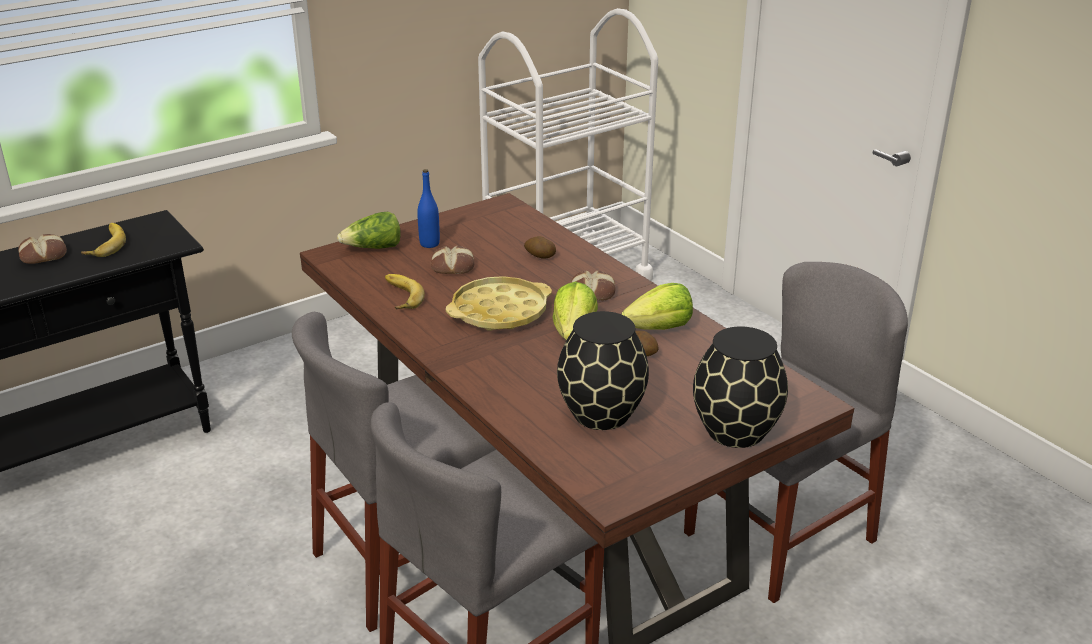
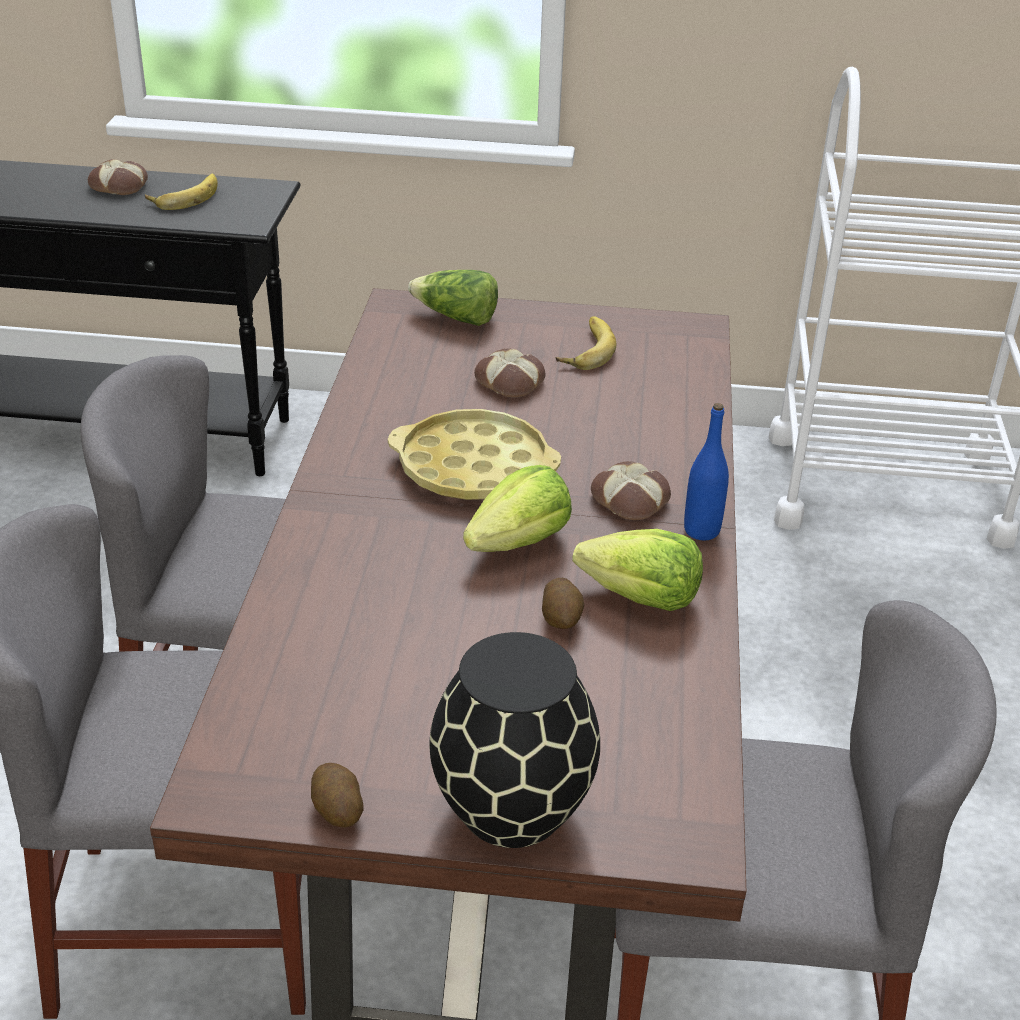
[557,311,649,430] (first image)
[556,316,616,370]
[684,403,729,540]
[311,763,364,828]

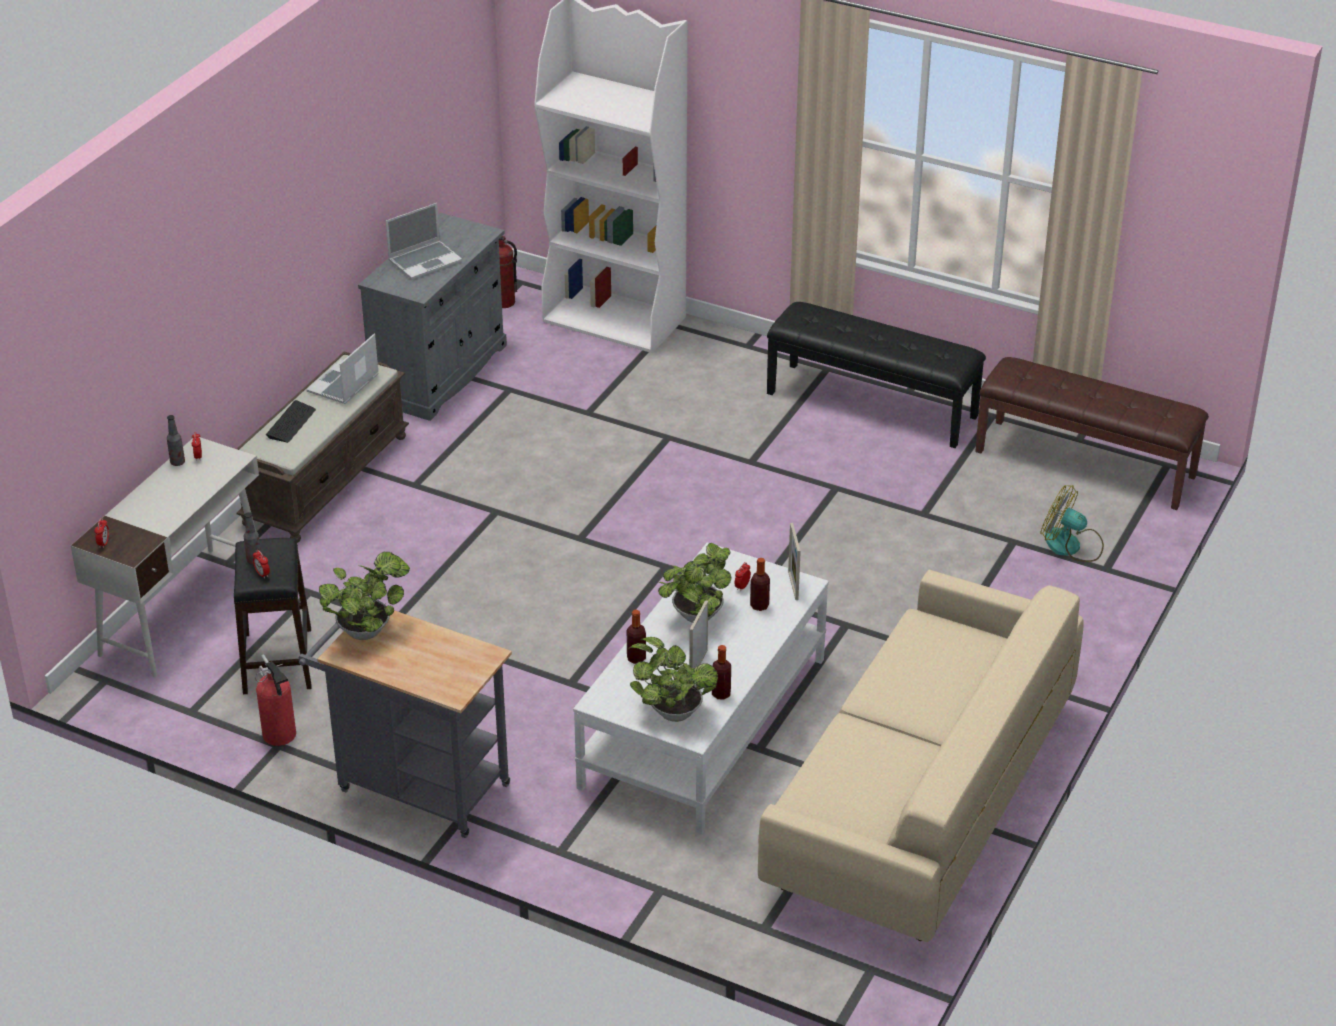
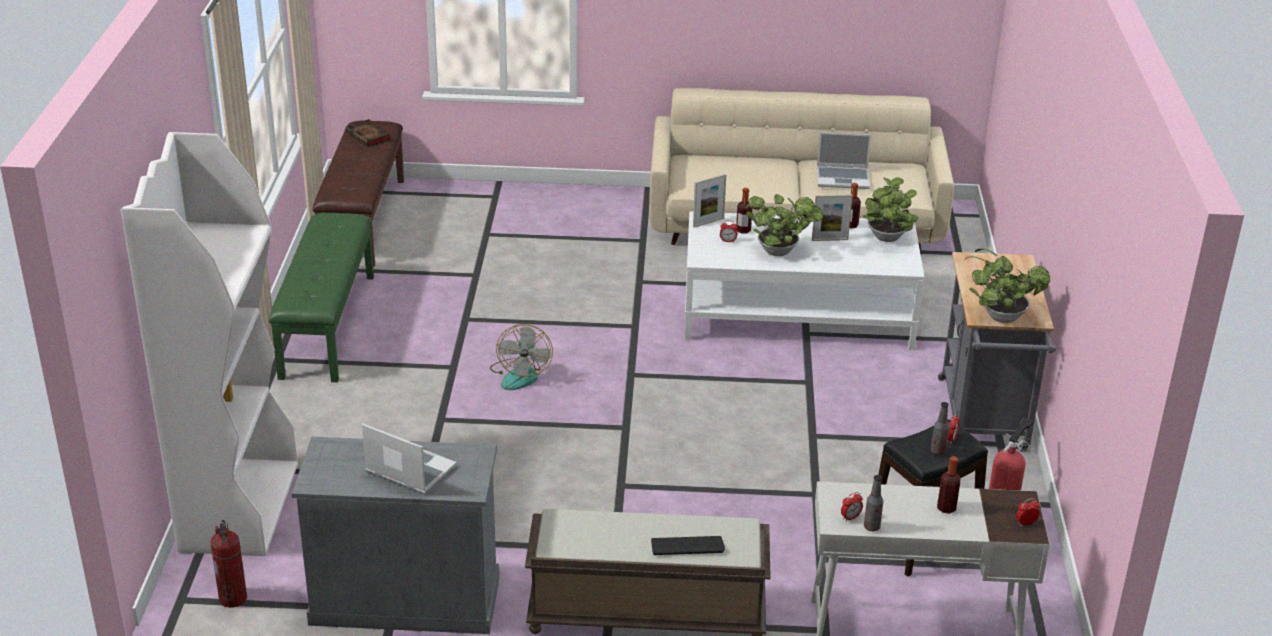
[346,119,391,147]
[817,132,871,189]
[937,456,960,514]
[490,324,553,390]
[269,213,374,382]

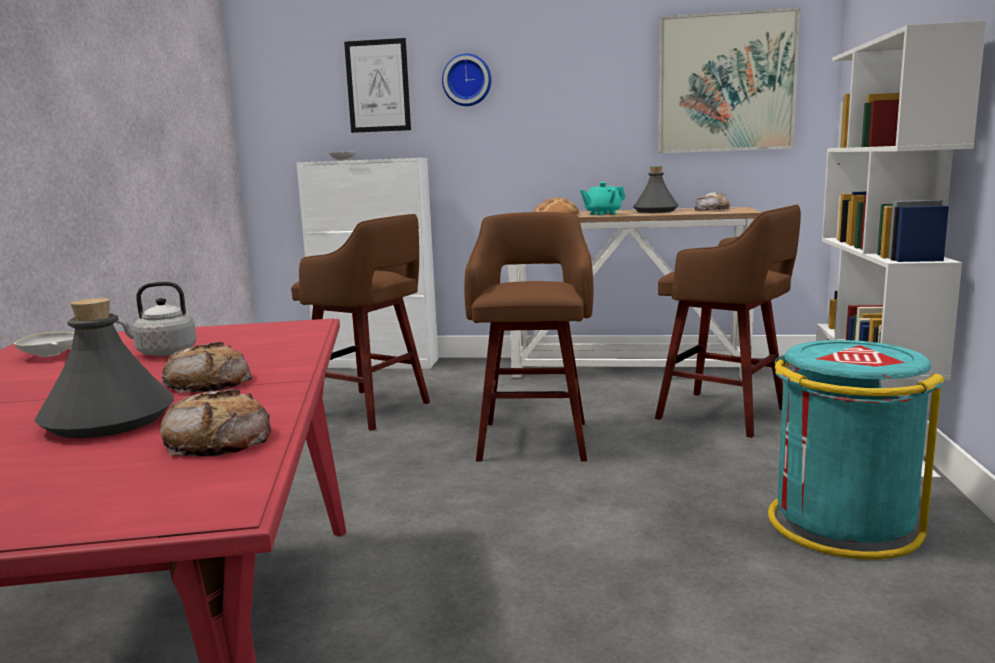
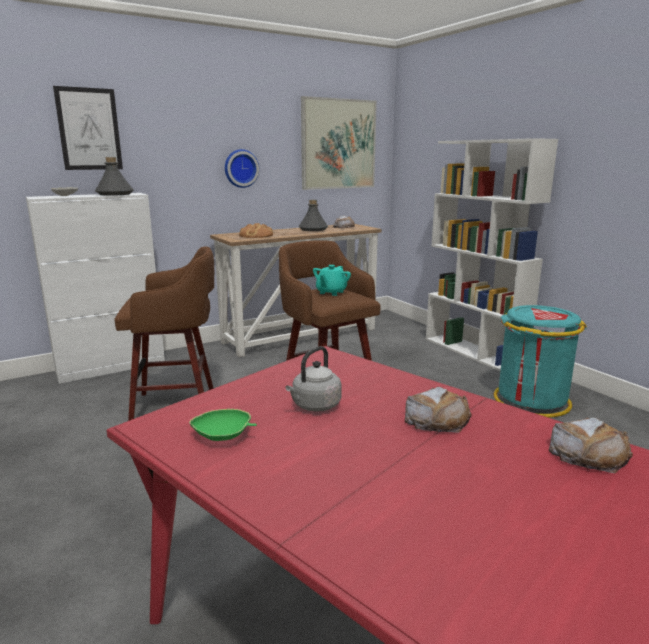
[655,205,801,438] (first image)
[95,157,134,196]
[225,149,259,188]
[313,265,351,296]
[189,409,257,441]

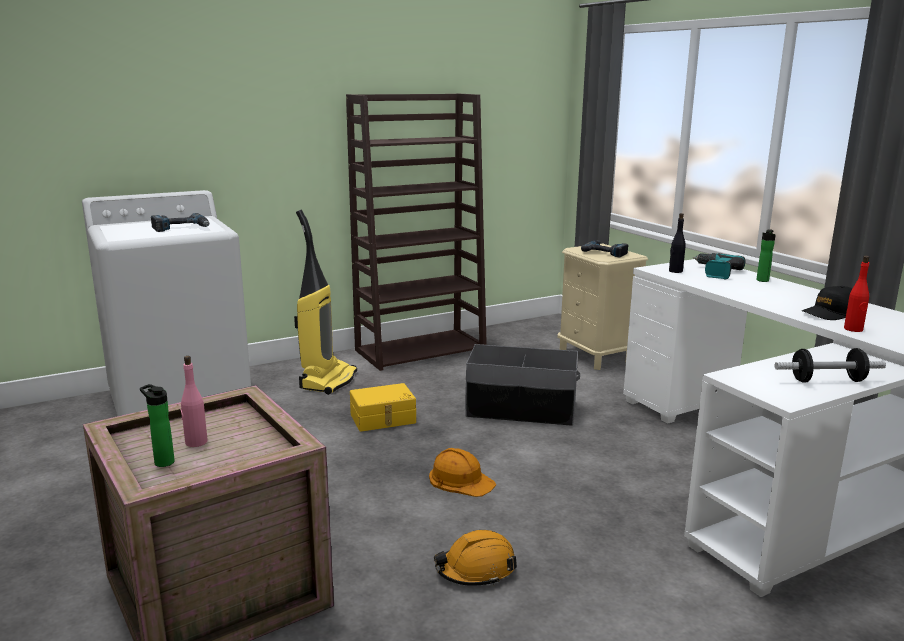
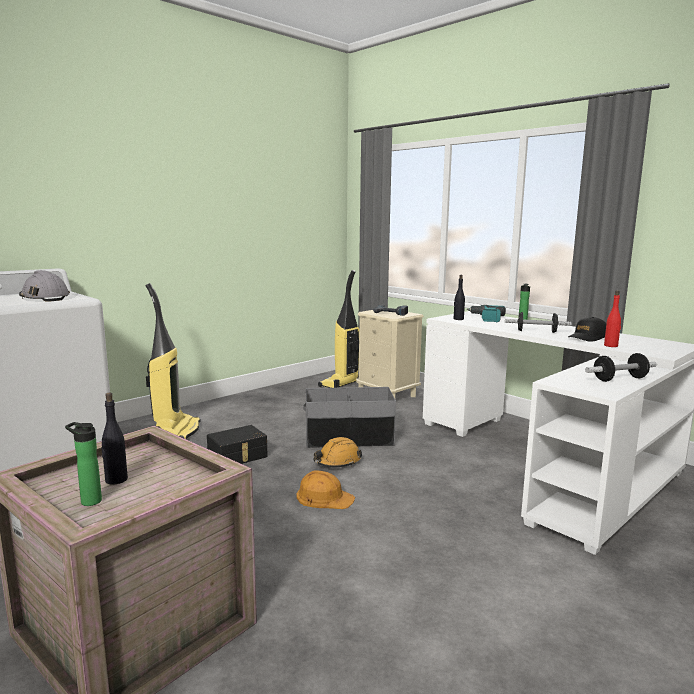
[346,94,487,371] (first image)
[318,270,359,388]
[505,312,571,333]
[313,437,362,467]
[19,270,70,302]
[101,393,128,484]
[207,425,268,464]

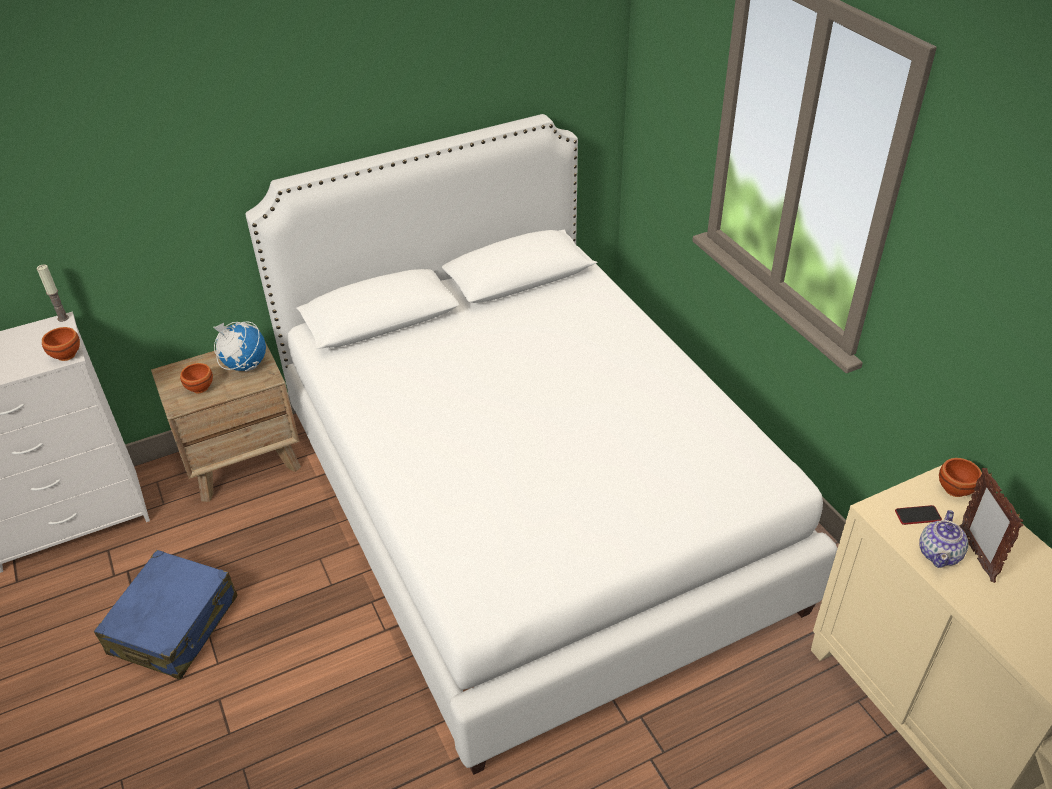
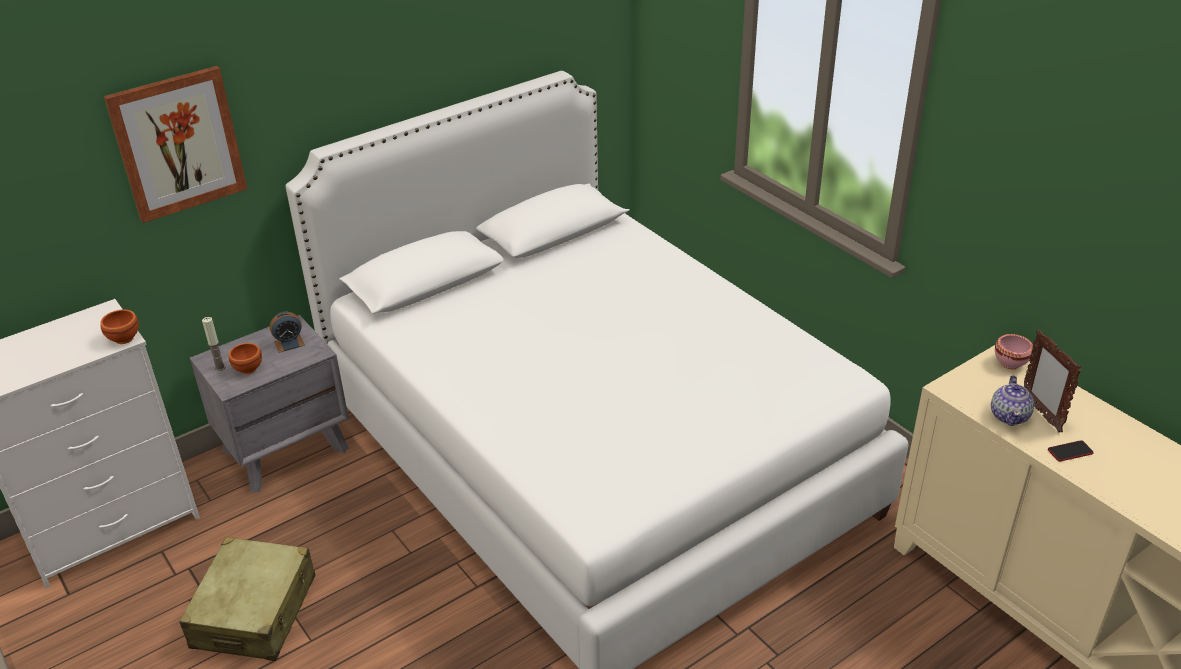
[104,66,247,223]
[202,317,225,371]
[1048,440,1094,461]
[270,311,305,353]
[179,537,315,661]
[190,315,349,493]
[995,334,1033,369]

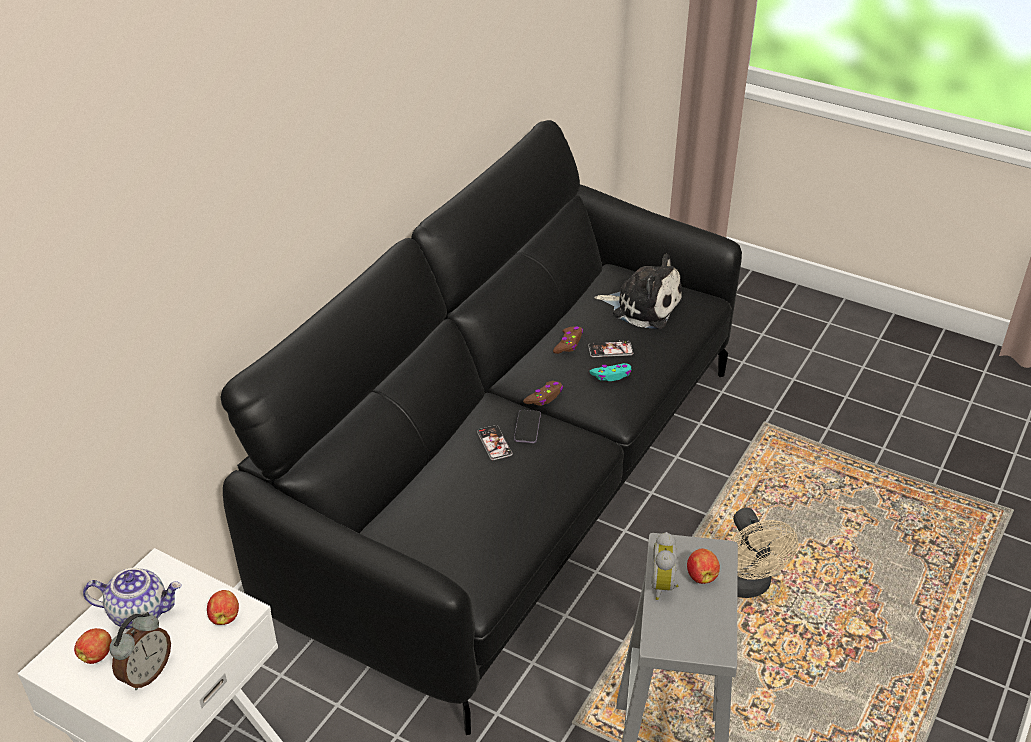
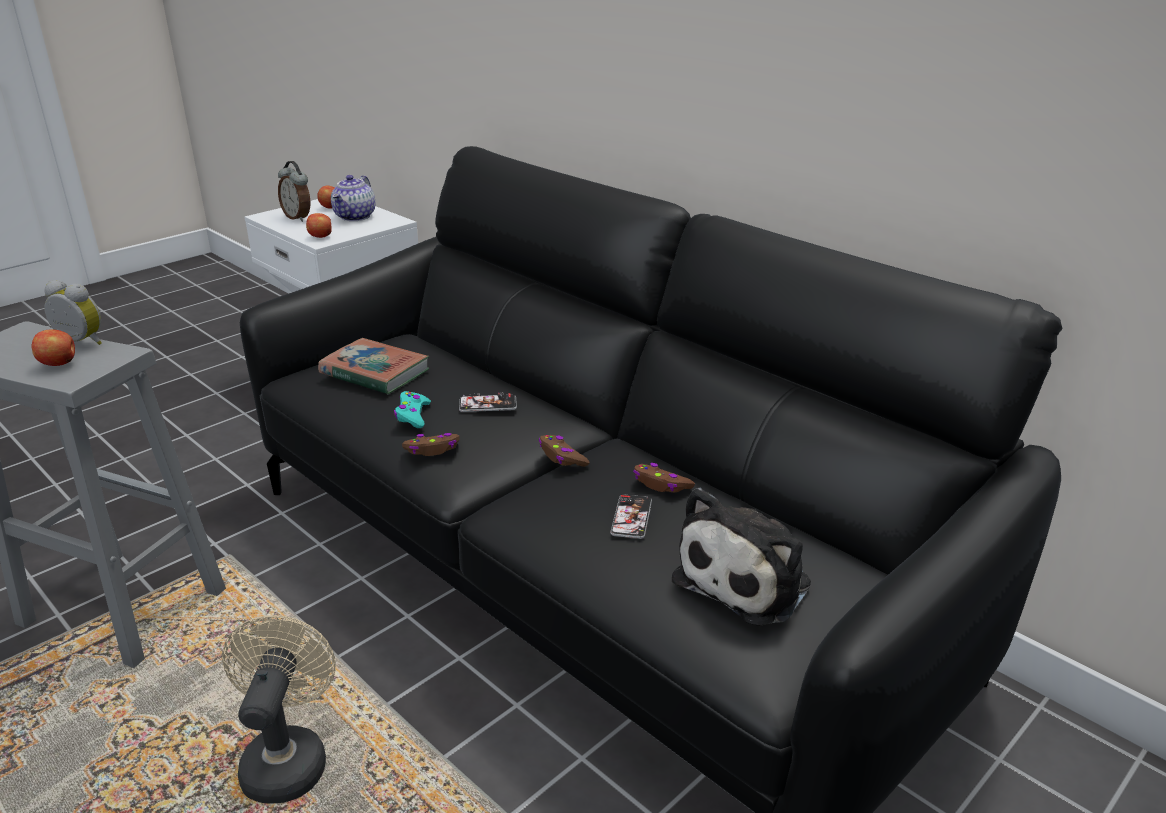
[514,410,541,443] (first image)
[318,338,429,395]
[402,433,460,456]
[394,391,431,428]
[222,615,336,804]

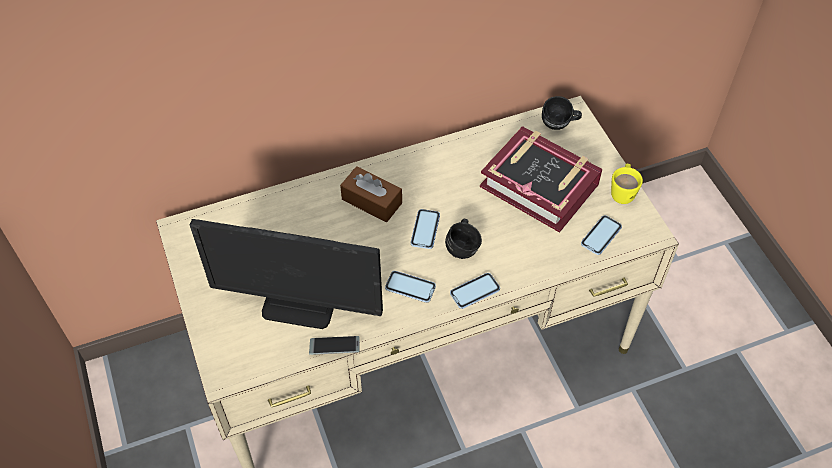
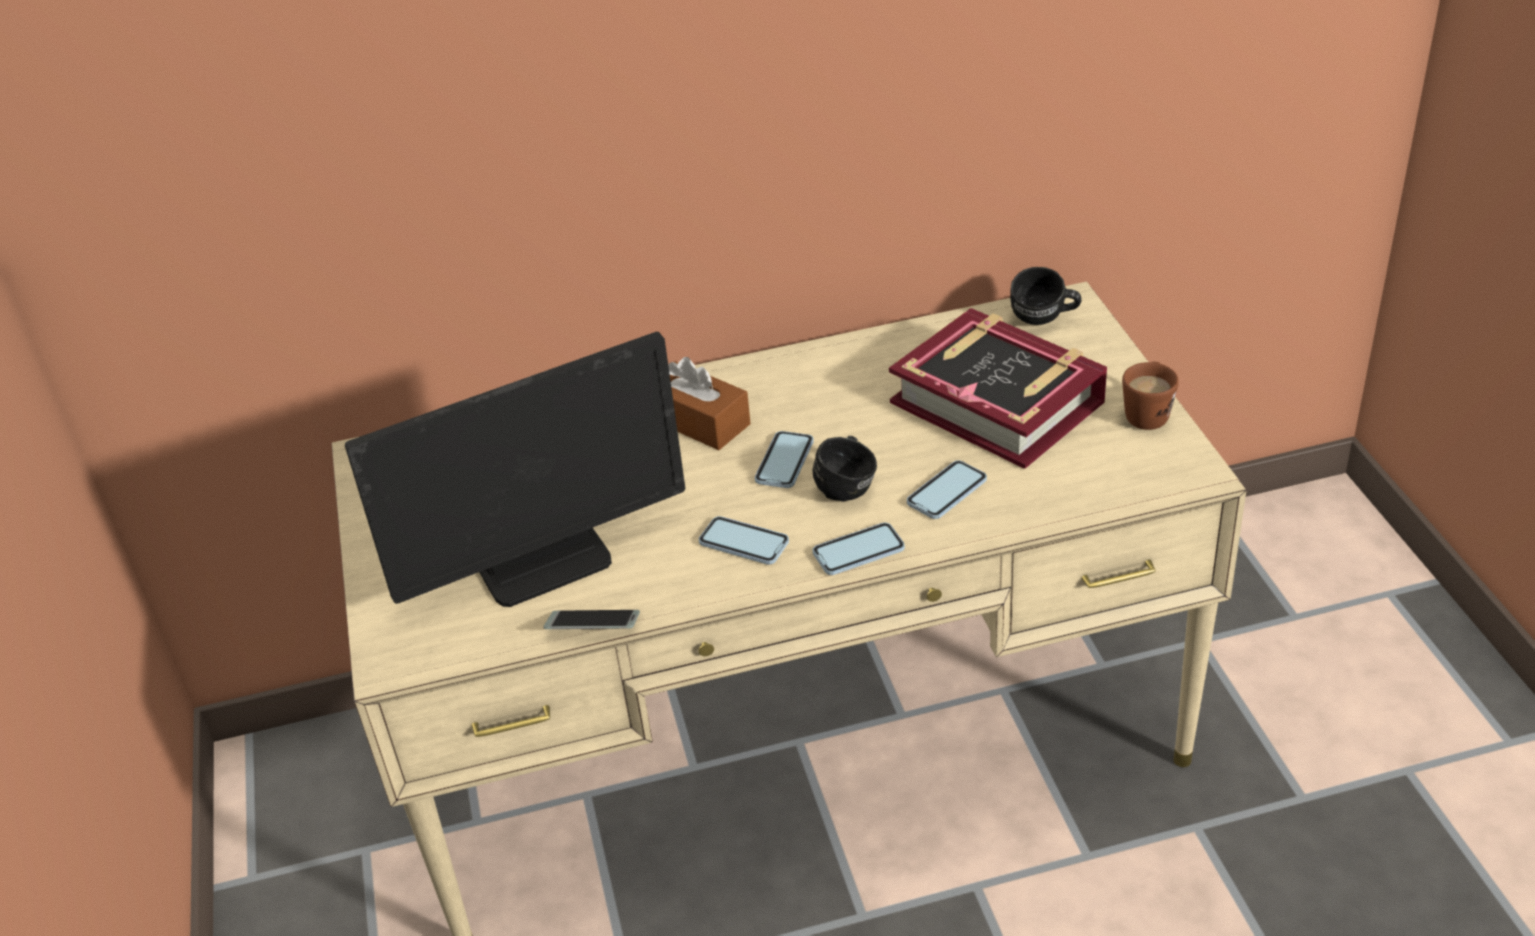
[907,460,987,519]
[1122,362,1179,430]
[345,332,685,607]

